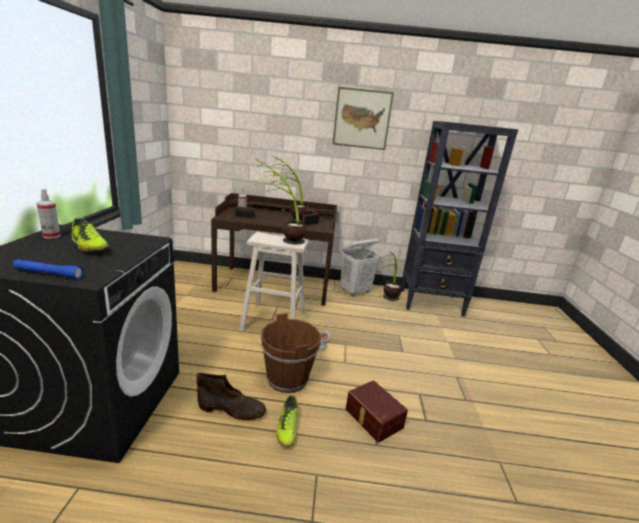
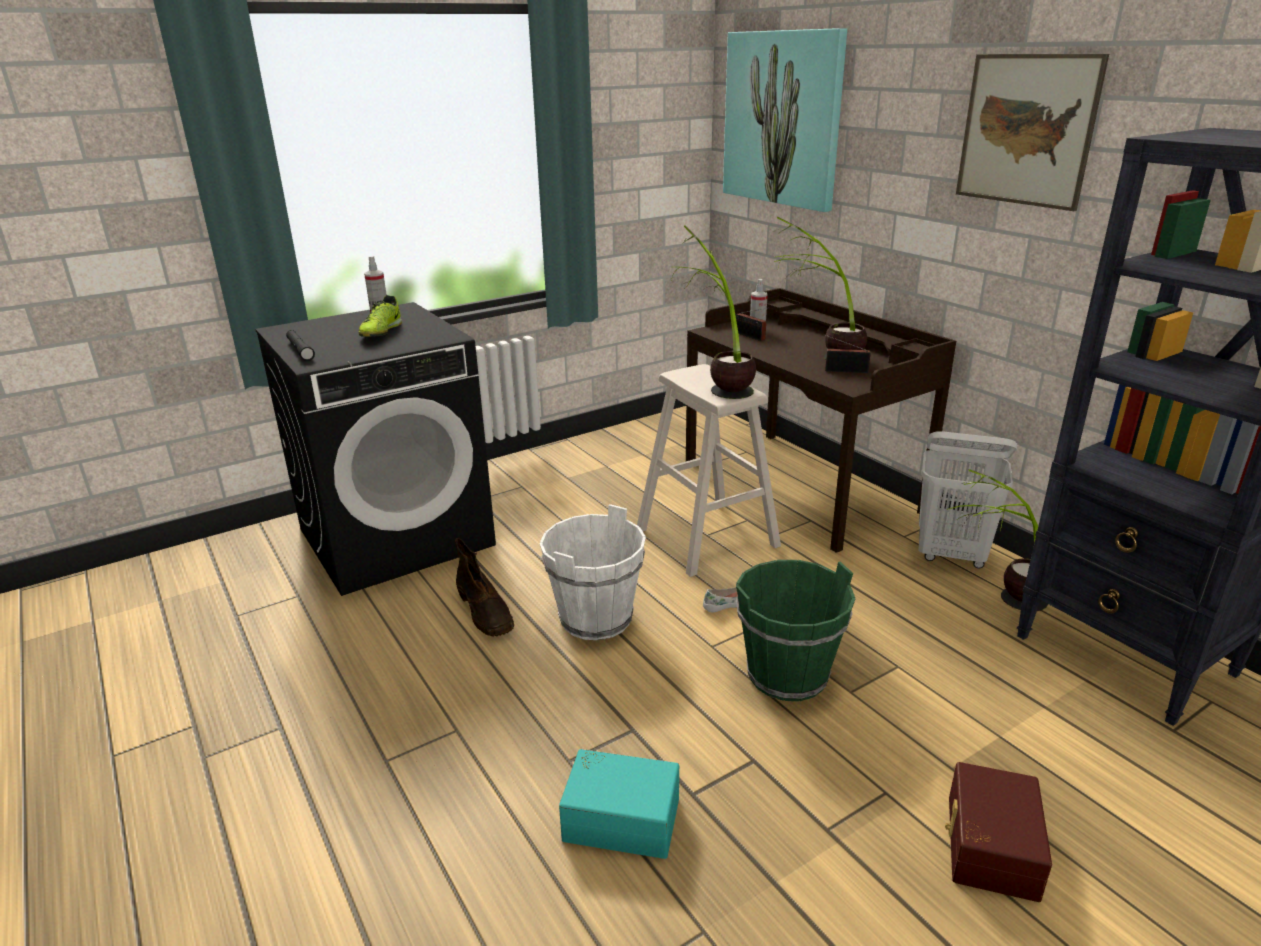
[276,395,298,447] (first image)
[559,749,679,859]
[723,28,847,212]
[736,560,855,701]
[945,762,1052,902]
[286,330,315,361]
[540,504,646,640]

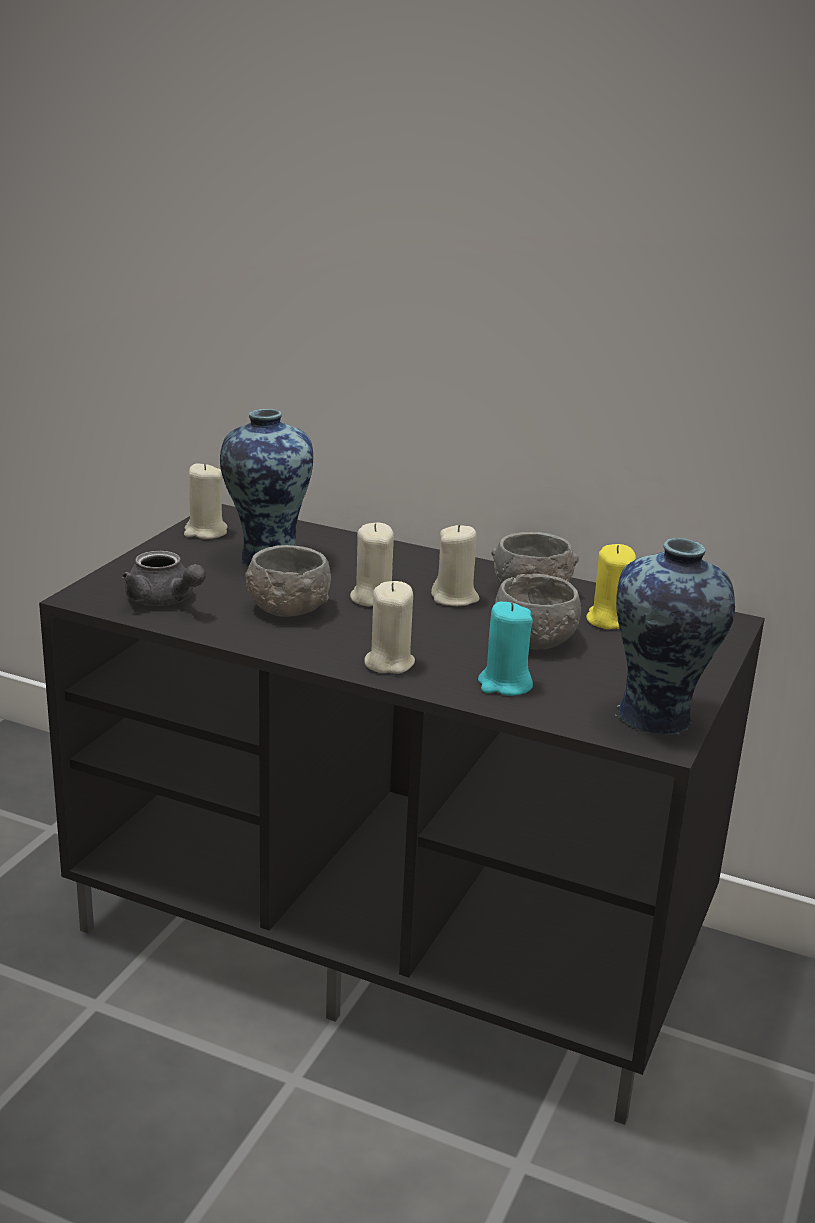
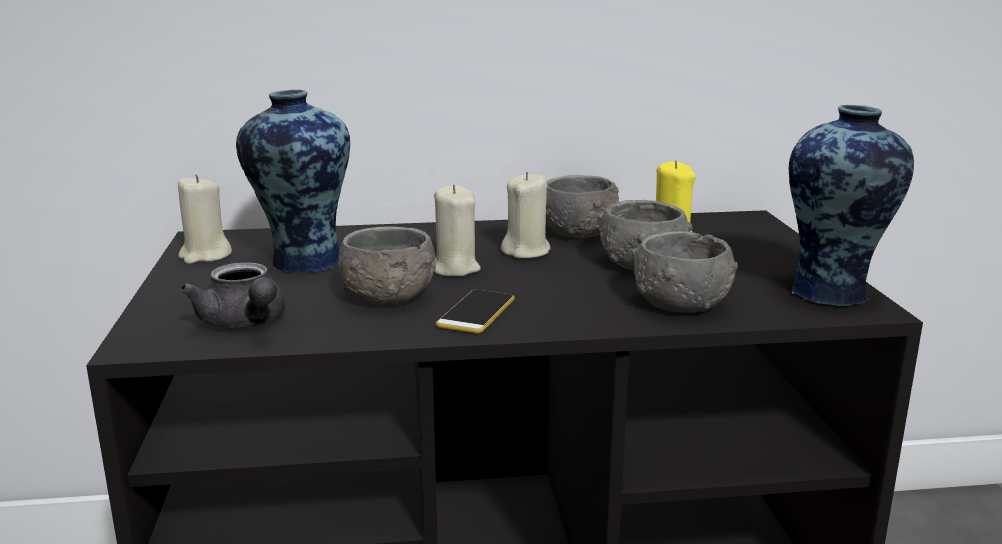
[364,581,415,674] (first image)
[436,290,515,333]
[632,231,738,313]
[180,263,285,329]

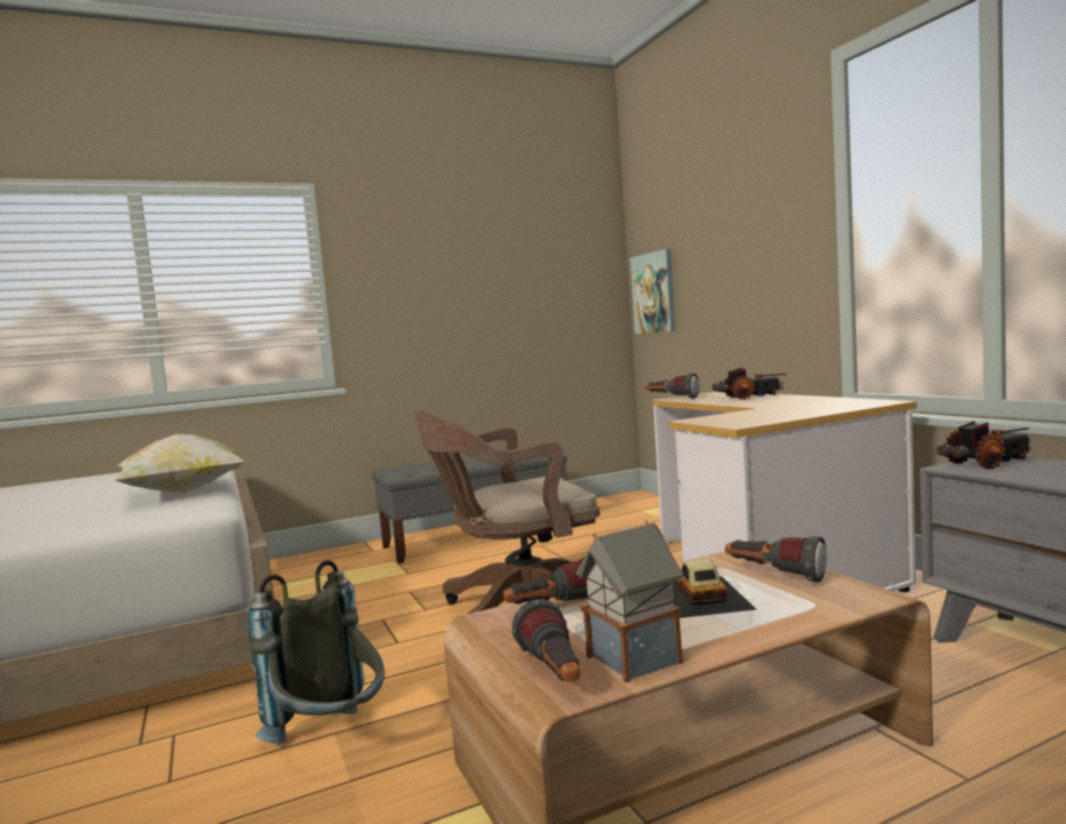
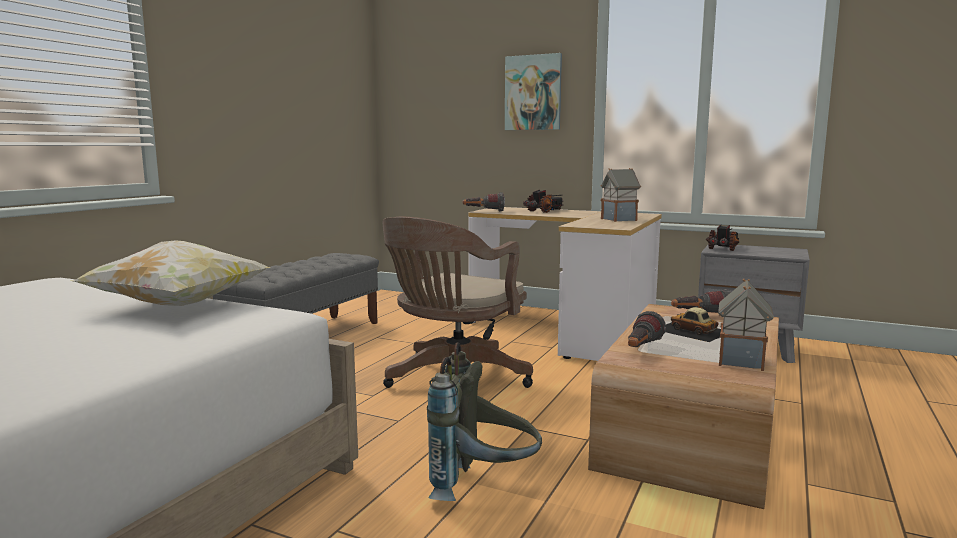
[512,599,580,682] (first image)
[601,168,641,222]
[505,53,562,130]

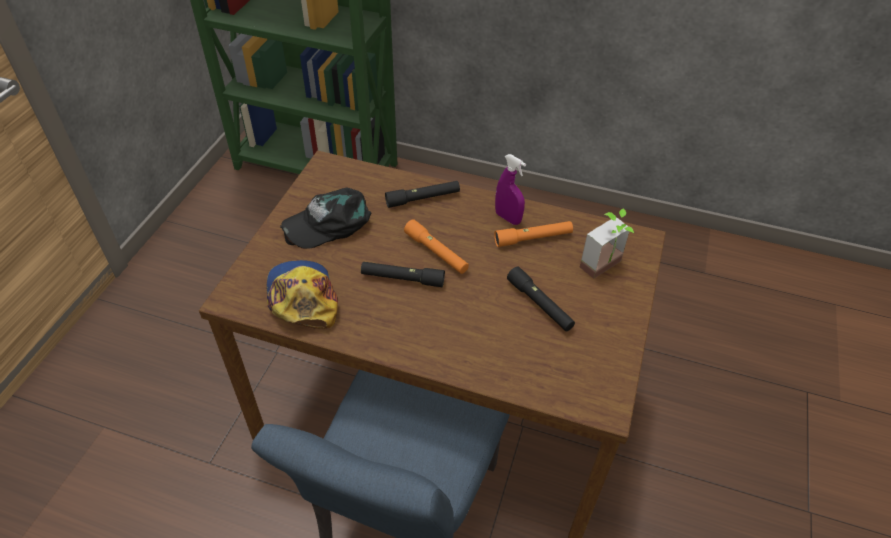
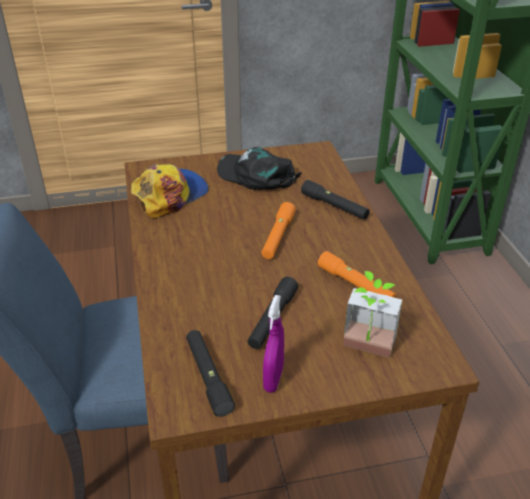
[186,330,235,417]
[263,295,284,393]

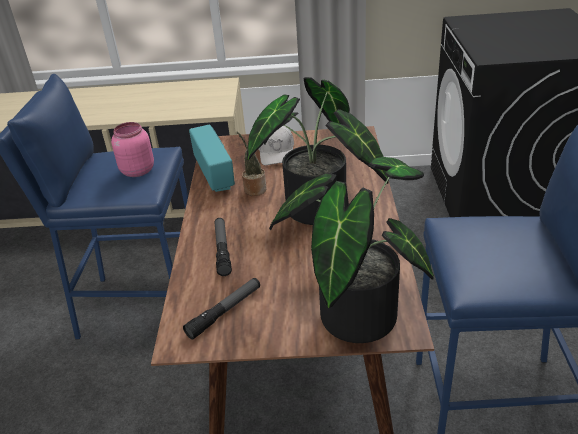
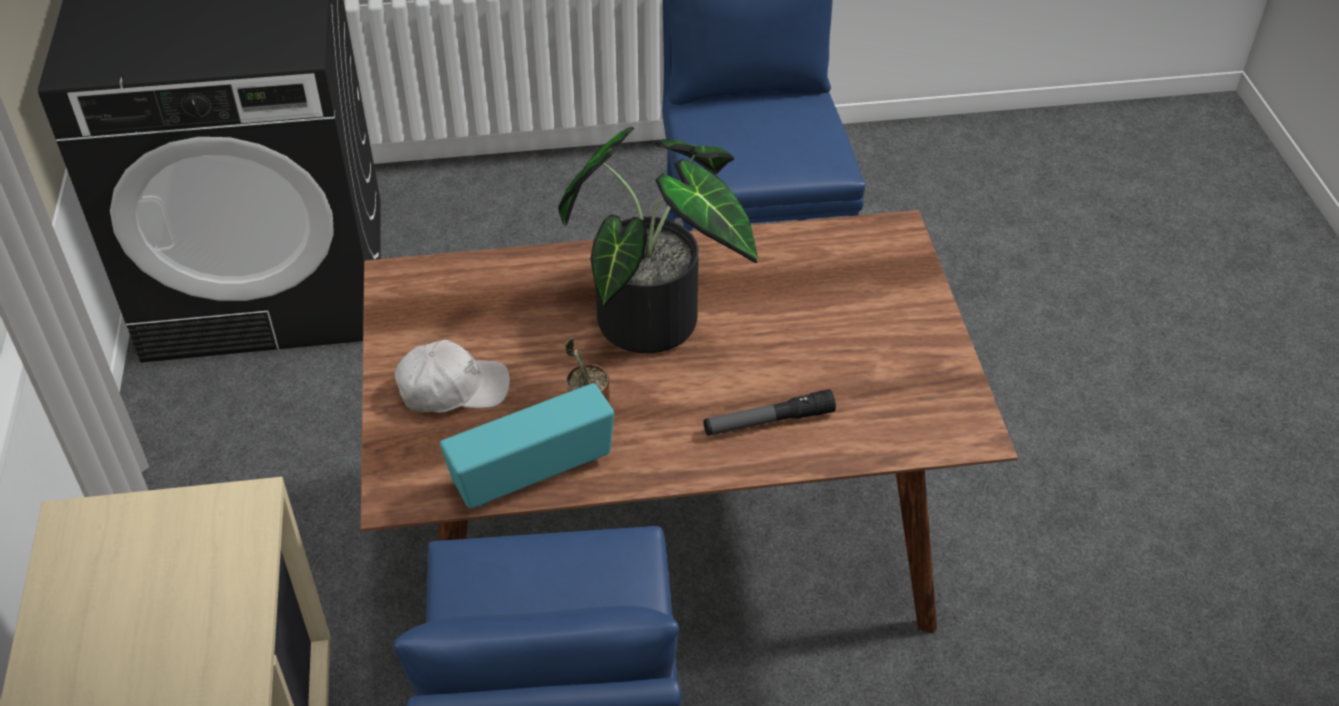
[111,122,154,177] (first image)
[183,278,260,340] (first image)
[269,157,434,343] (first image)

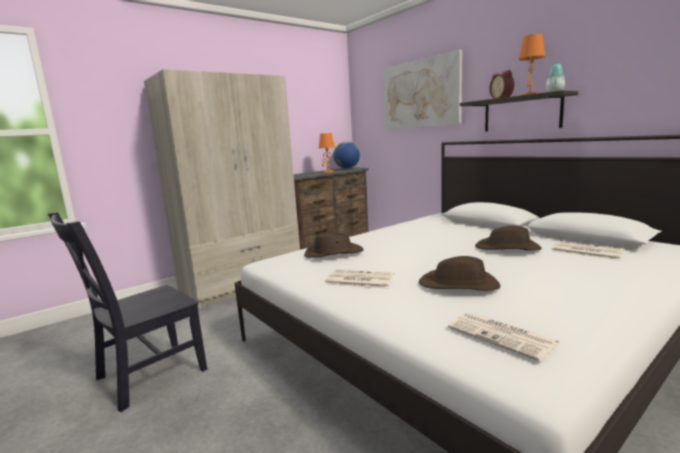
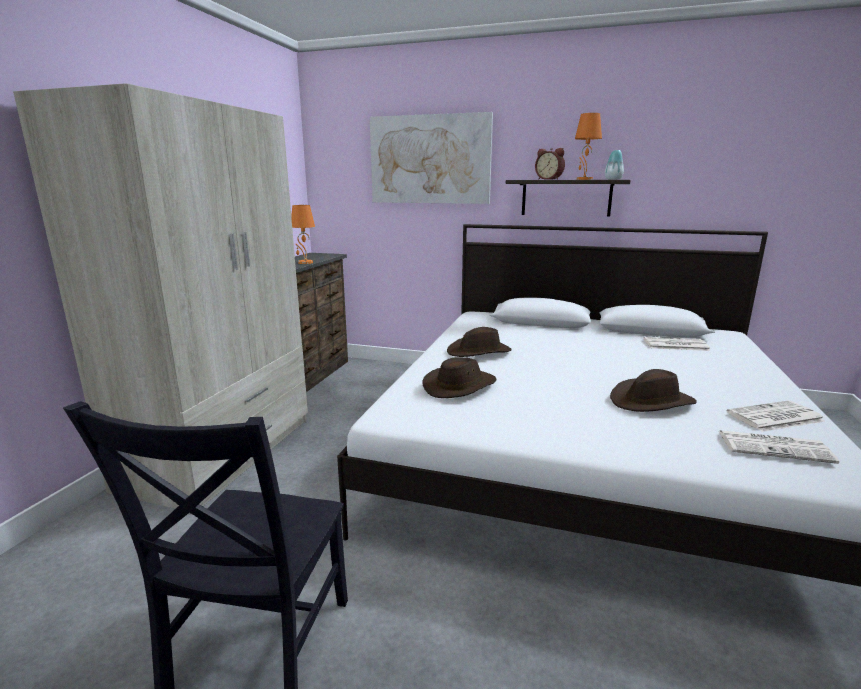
[333,142,360,169] (first image)
[727,401,825,432]
[447,327,512,357]

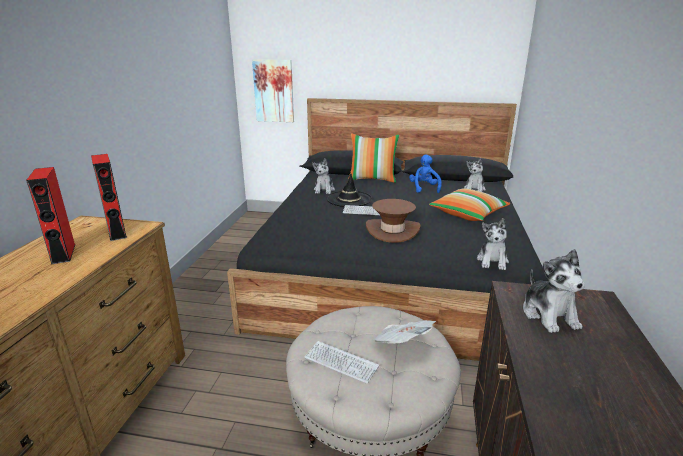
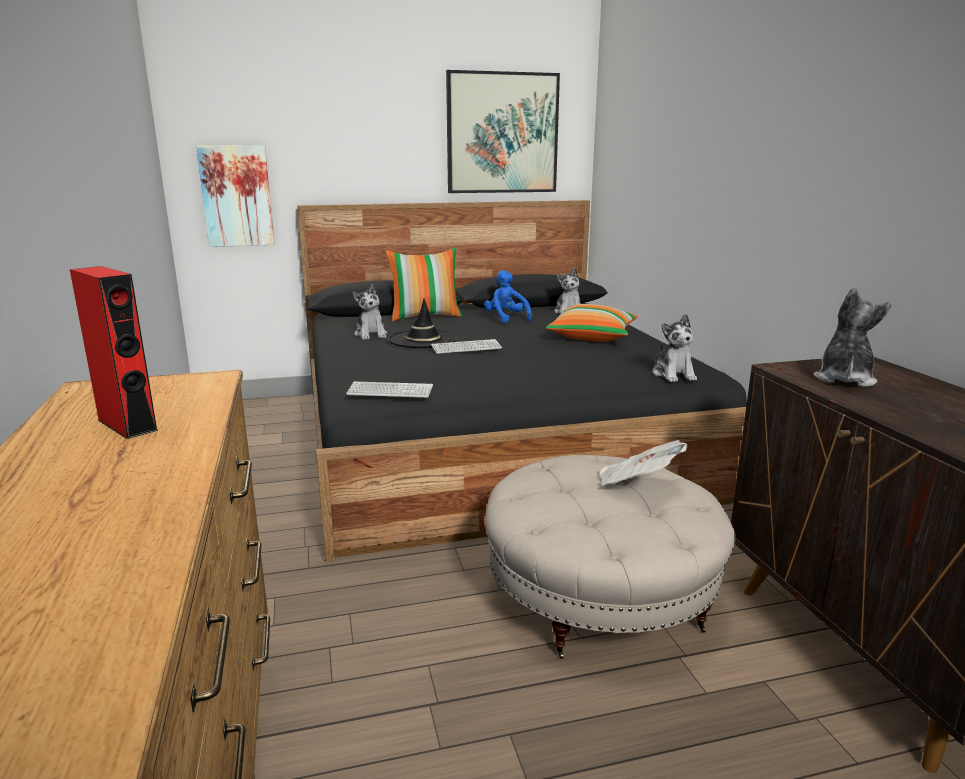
[91,154,127,241] (first image)
[366,199,421,243] (first image)
[446,70,560,193]
[346,381,433,398]
[814,287,892,387]

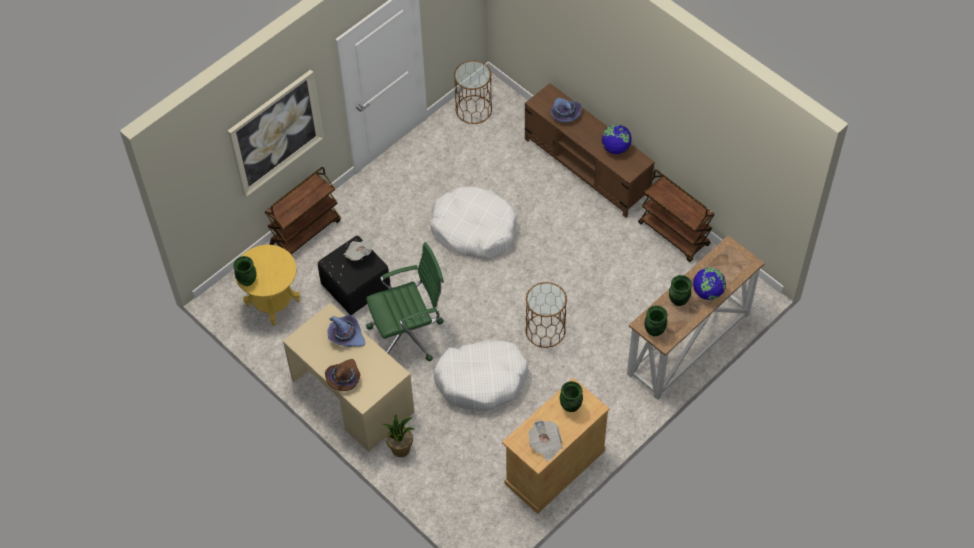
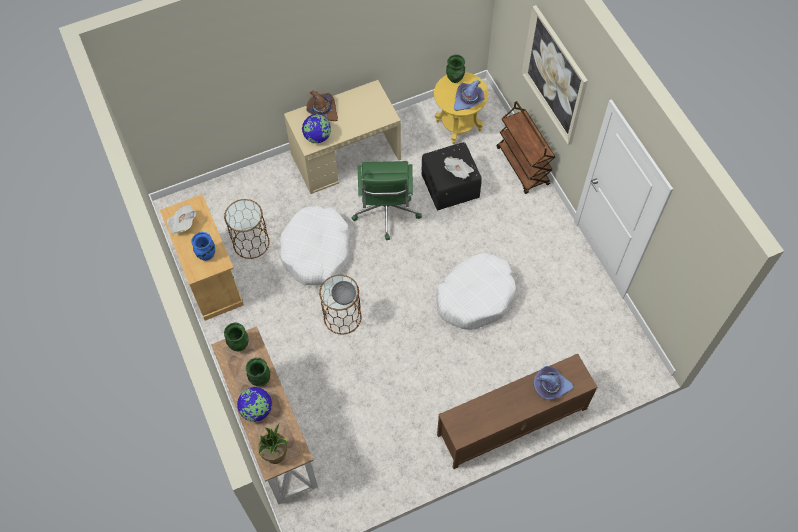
[638,170,715,262] (first image)
[331,281,356,305]
[454,80,484,111]
[258,424,289,464]
[224,199,269,259]
[302,114,331,143]
[191,232,215,261]

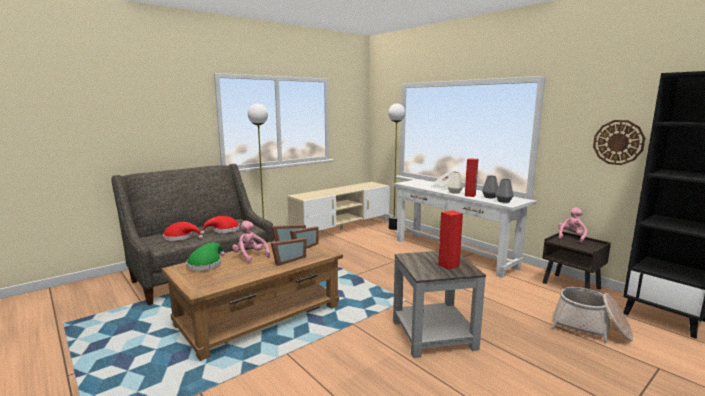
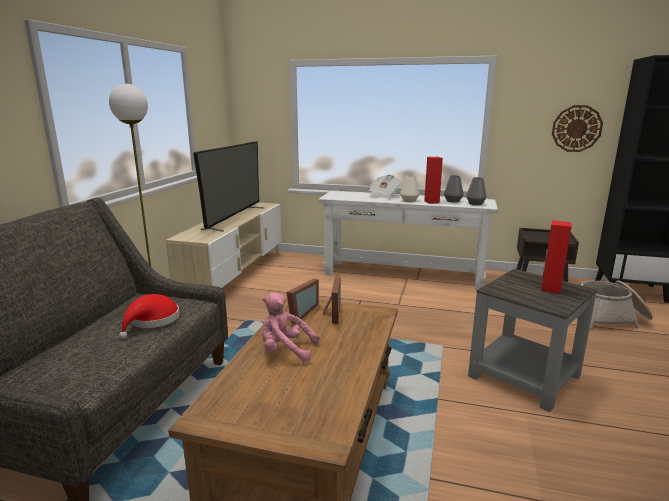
[163,222,203,241] (first image)
[186,243,225,271] (first image)
[270,238,306,266] (first image)
[388,103,405,230] (first image)
[558,207,587,243] (first image)
[193,141,264,232]

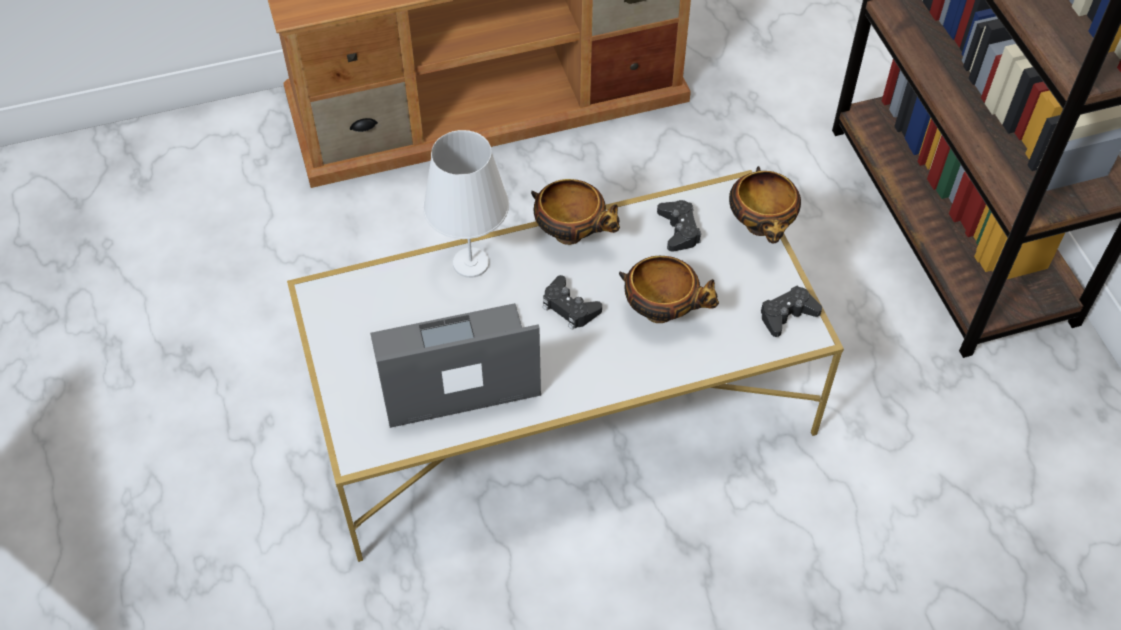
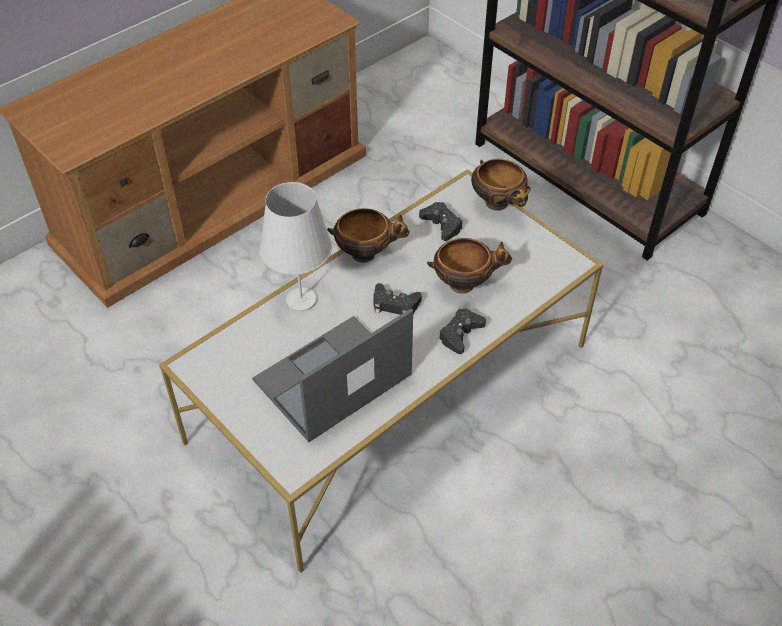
[439,309,486,354]

